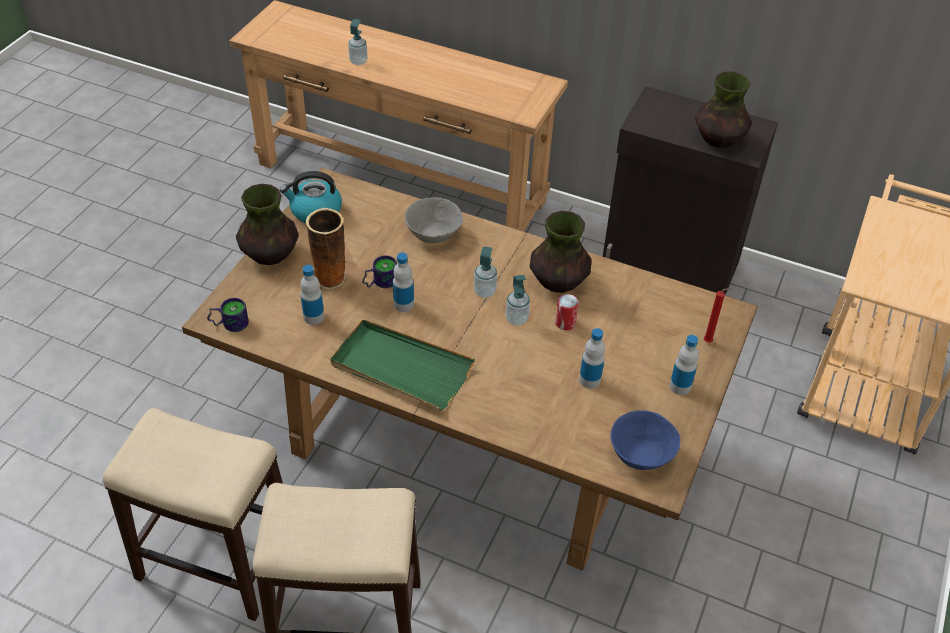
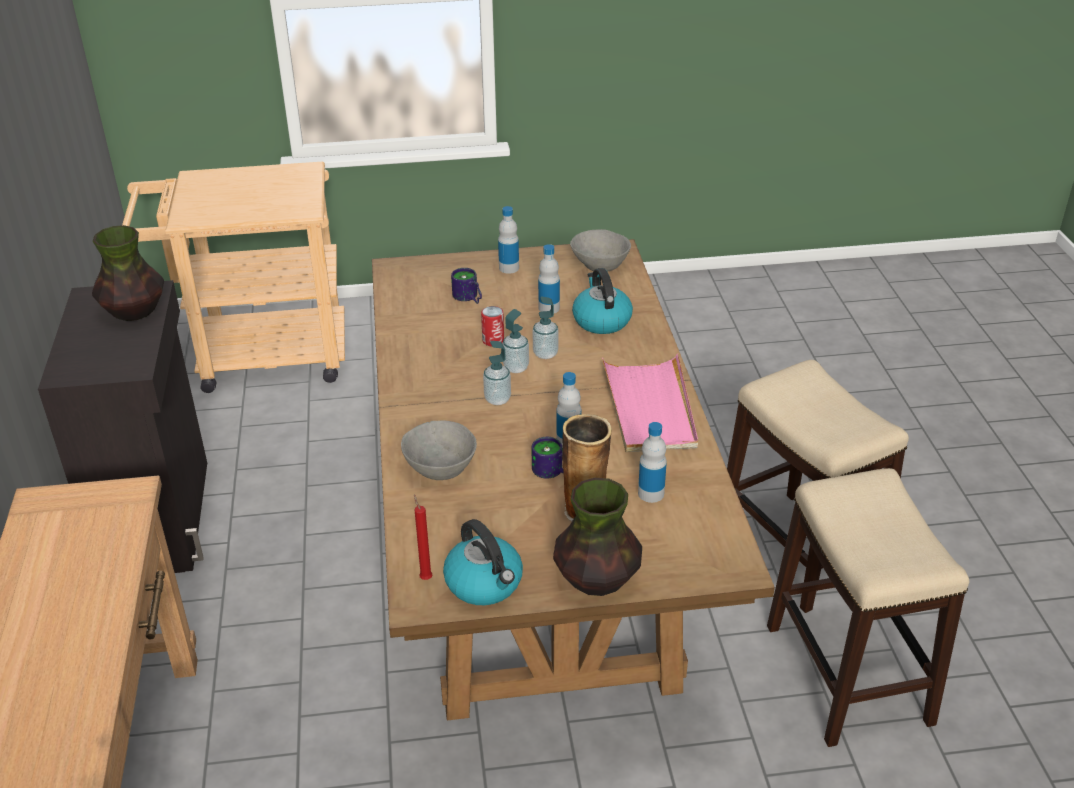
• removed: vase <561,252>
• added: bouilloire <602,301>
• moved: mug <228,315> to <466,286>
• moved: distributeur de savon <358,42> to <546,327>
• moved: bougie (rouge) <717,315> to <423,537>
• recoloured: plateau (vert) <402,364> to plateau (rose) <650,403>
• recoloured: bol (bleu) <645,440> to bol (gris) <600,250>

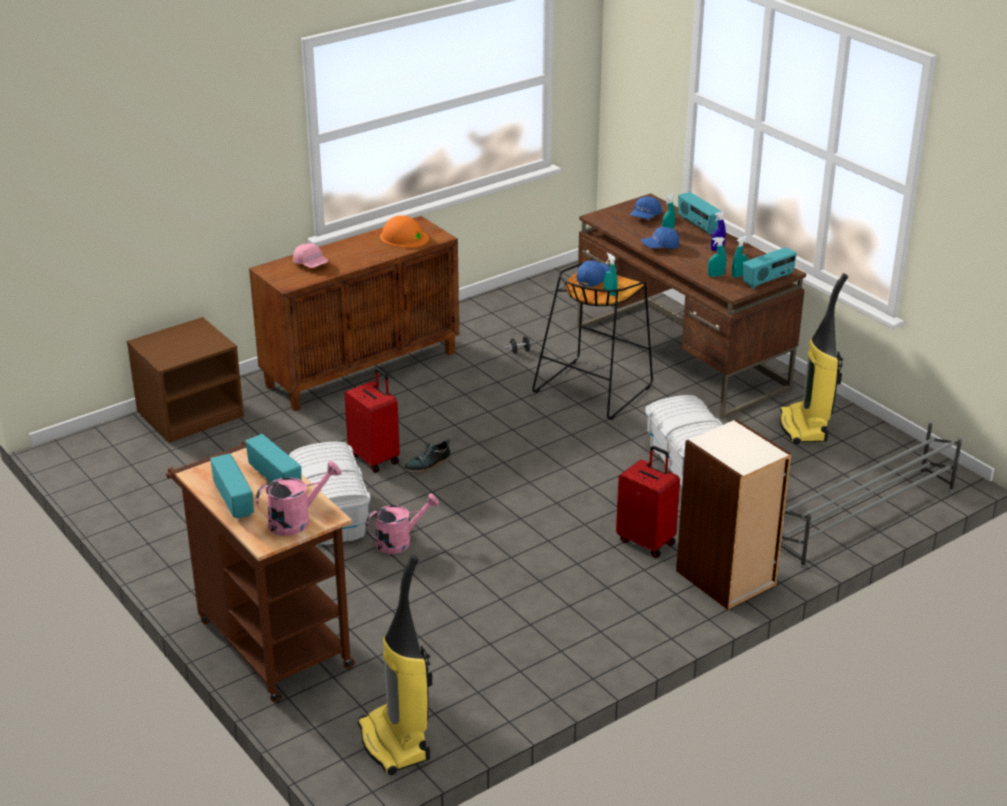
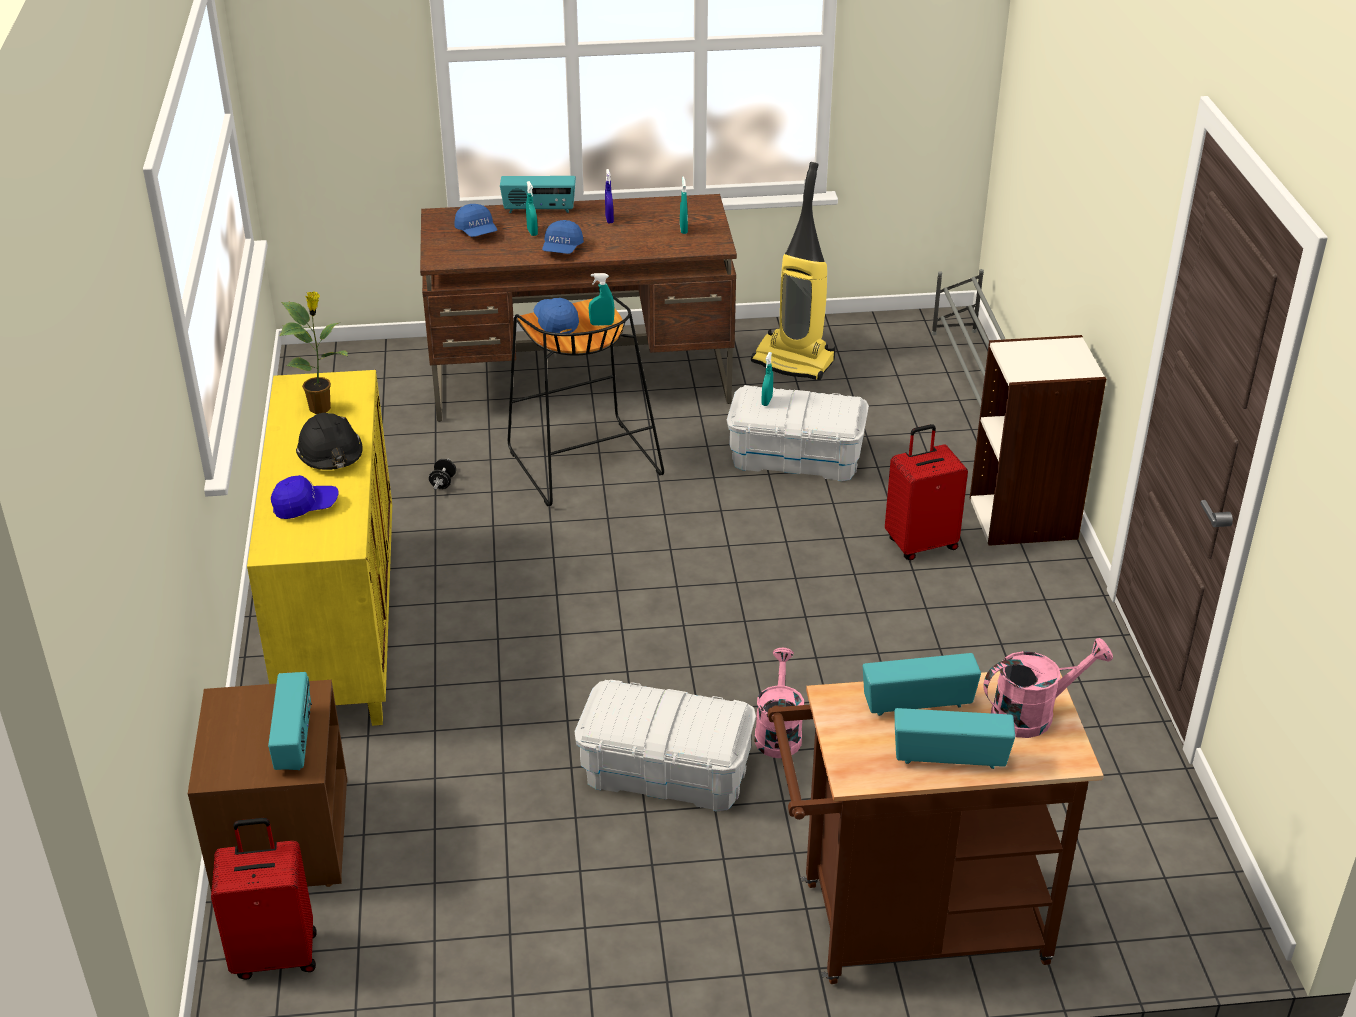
• removed: aspirateur <395,665>
• removed: chaussure <427,456>
• added: casque de chantier (noir) <329,441>
• moved: valise (rouge) <372,420> to <264,899>
• moved: vaporisateur (turquoise) <717,257> to <767,379>
• moved: radio <770,268> to <290,721>
• replaced: casque de chantier (orange) <404,231> to plante en pot <314,353>
• recoloured: meuble de rangement (marron) <354,313> to meuble de rangement (jaune) <319,548>
• recoloured: casquette (rose) <311,255> to casquette (bleu) <304,497>
• turned: arrosoir (rose) <299,498> = <1048,688> 75 degrees clockwise

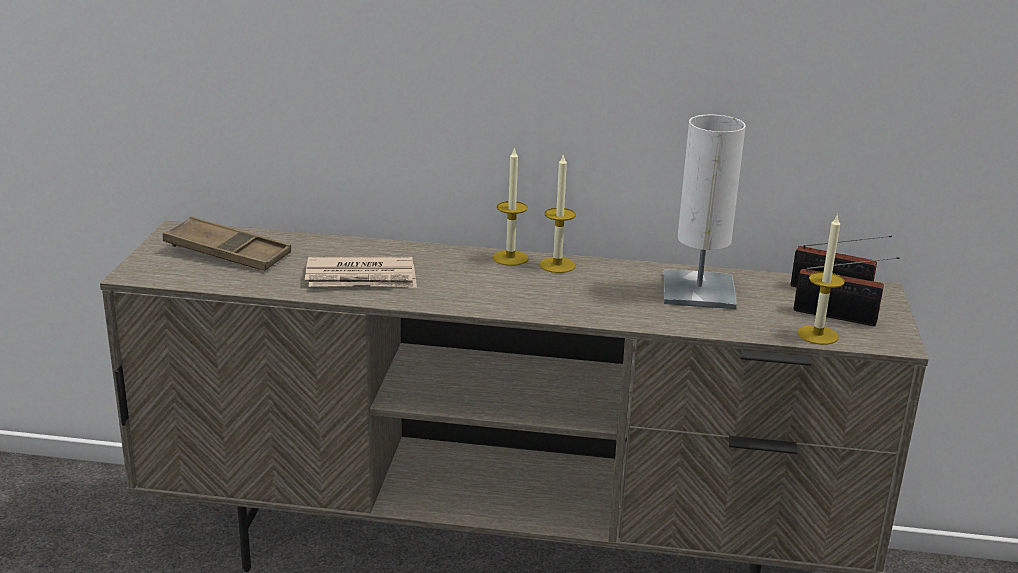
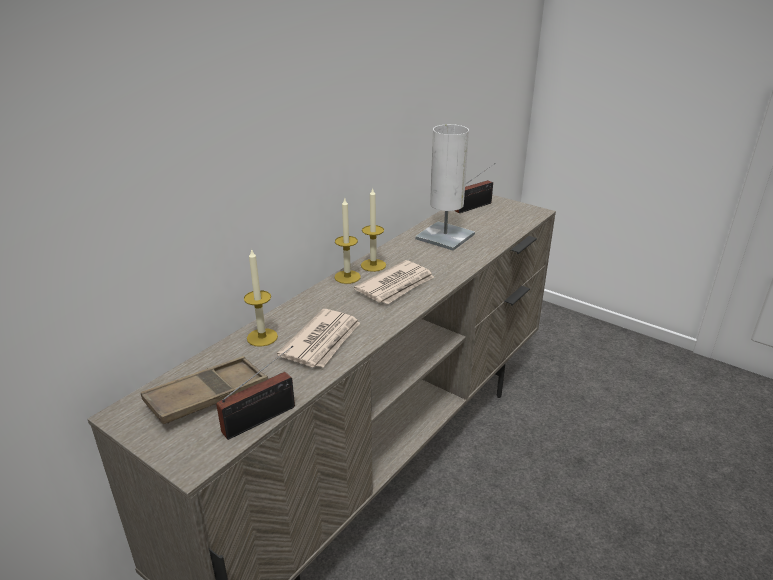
• added: journal <394,282>
• moved: radio <846,291> to <255,392>
• moved: bougie <821,279> to <261,297>

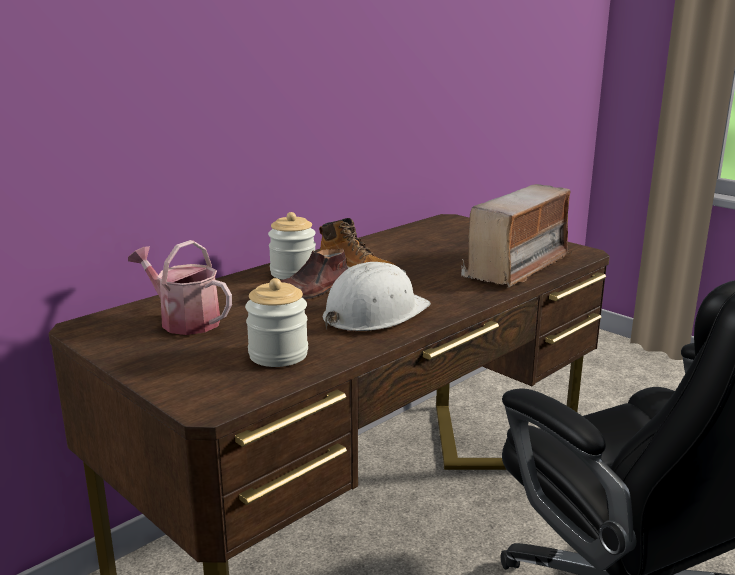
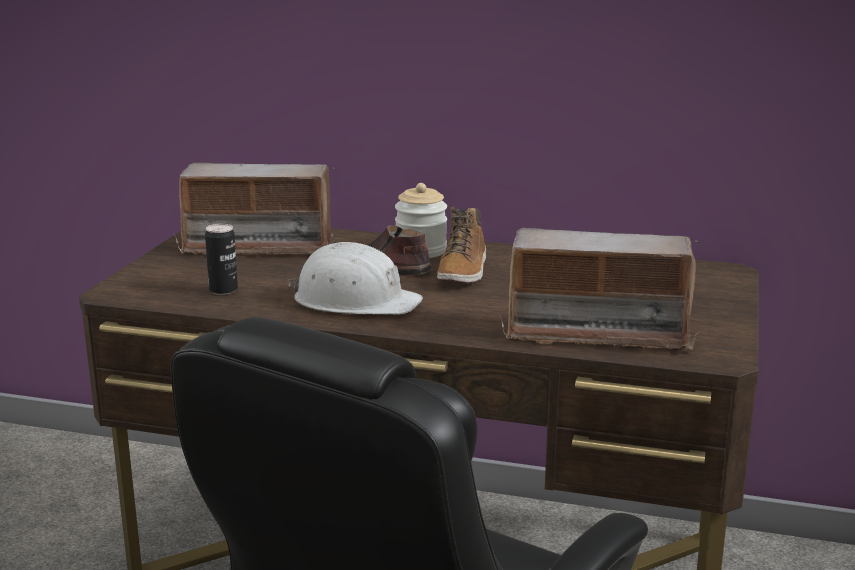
• replaced: arrosoir <180,287> to radio <255,209>
• replaced: bocal <276,322> to boîte métallique <221,259>

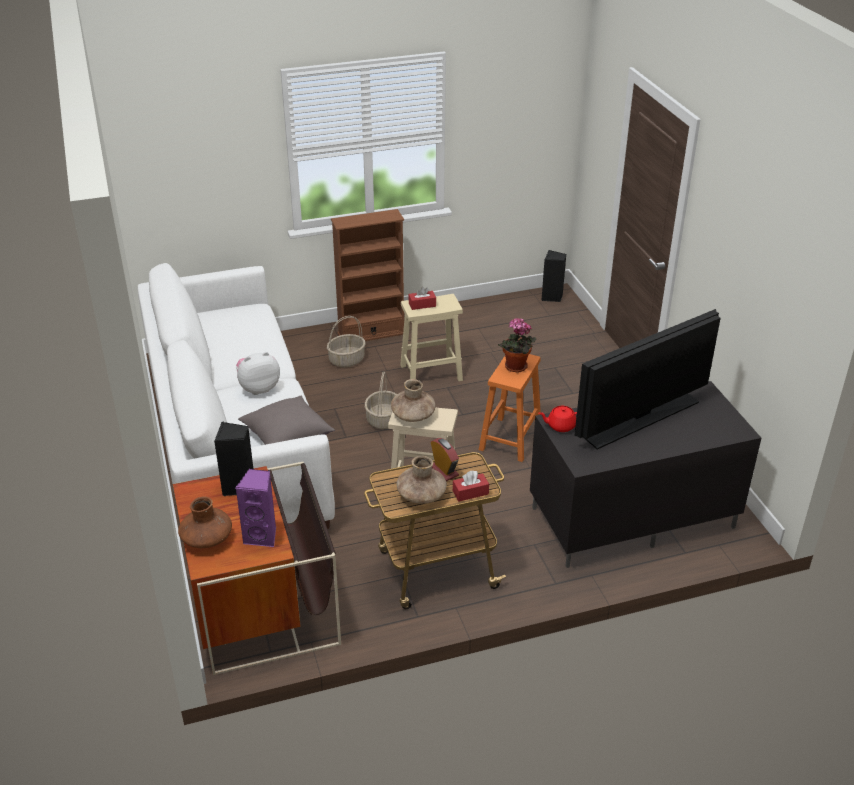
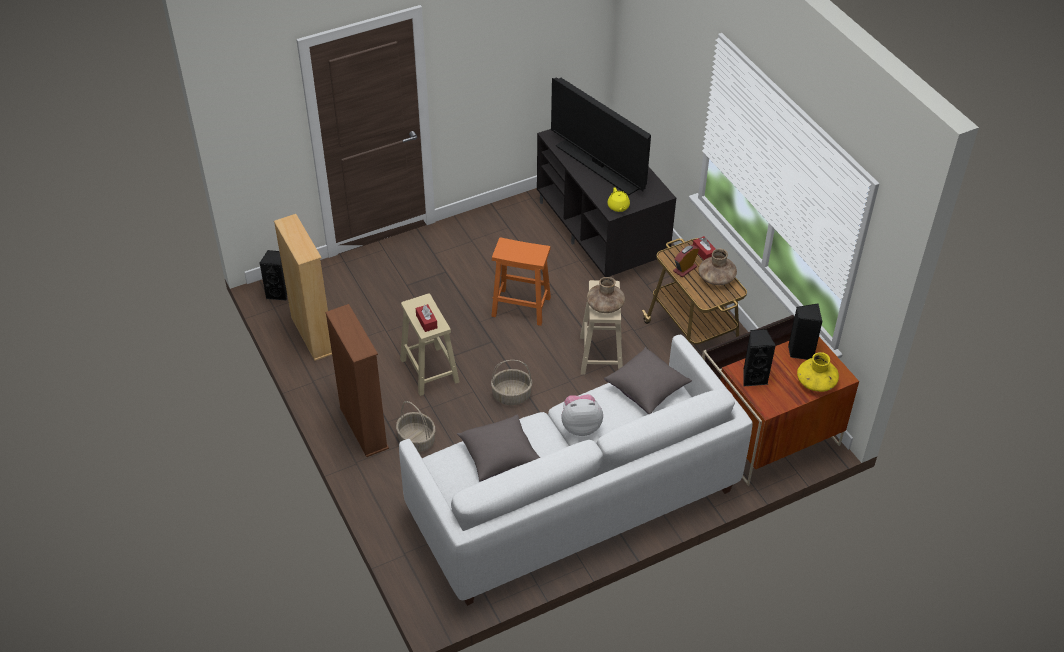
• removed: plante en pot <517,345>
• added: bibliothèque (beige) <303,287>
• added: coussin (gris) <498,447>
• recoloured: vase (marron) <205,522> to vase (jaune) <818,372>
• recoloured: enceinte (violet) <255,508> to enceinte (noir) <805,331>
• recoloured: théière (rouge) <558,419> to théière (jaune) <618,199>
• turned: peluche <258,373> = <582,415> 120 degrees clockwise

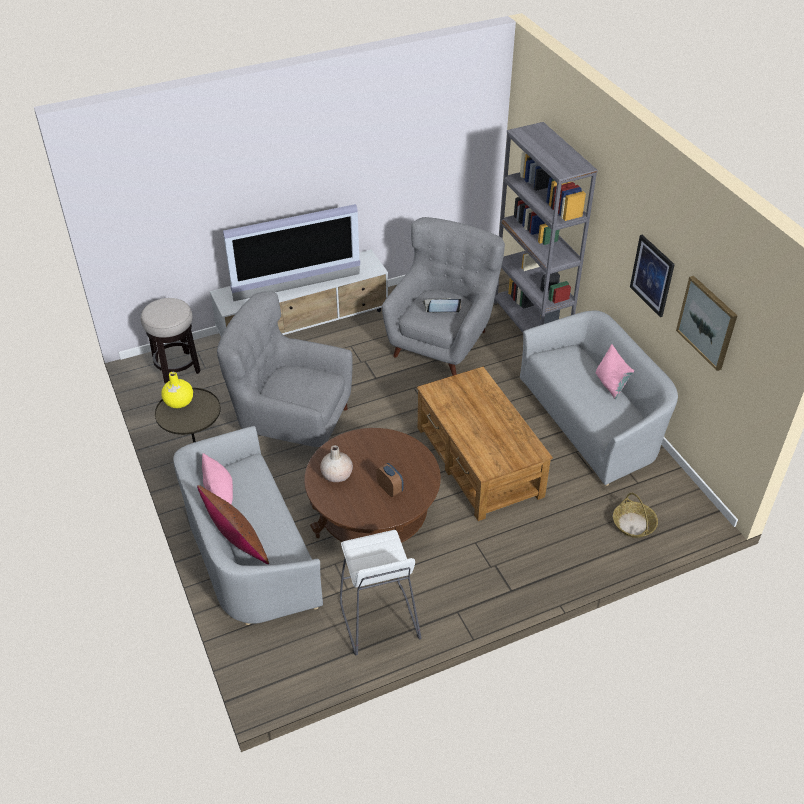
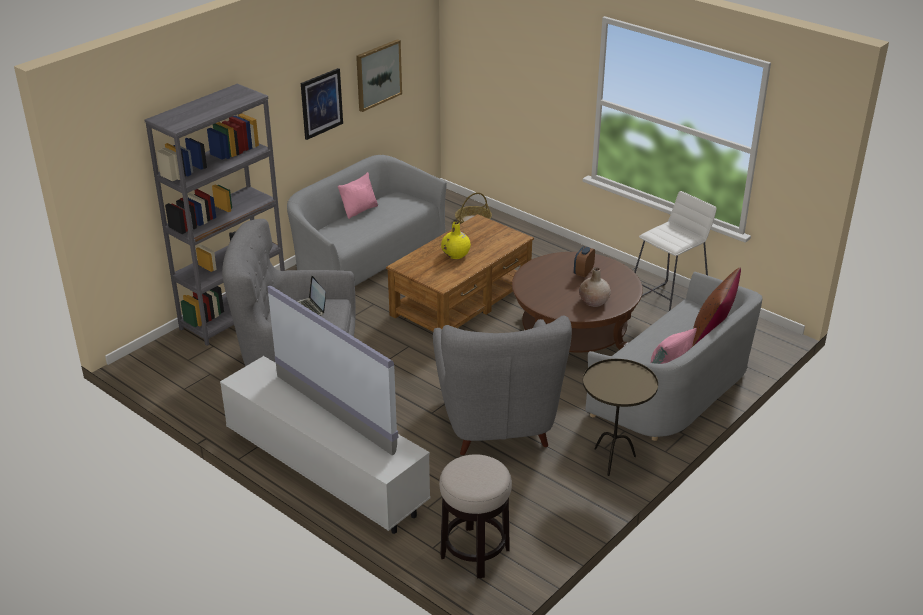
• moved: vase (jaune) <177,390> to <456,240>

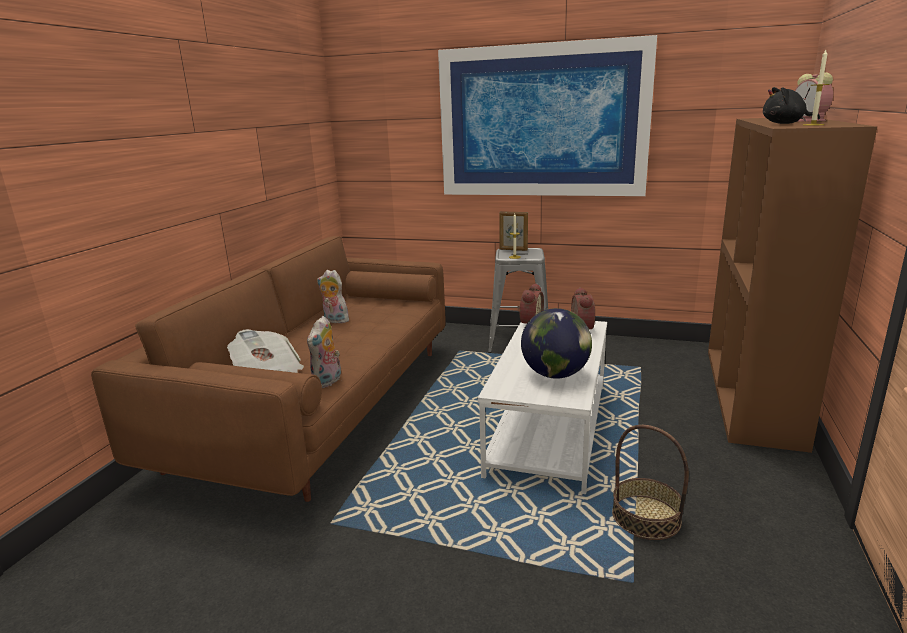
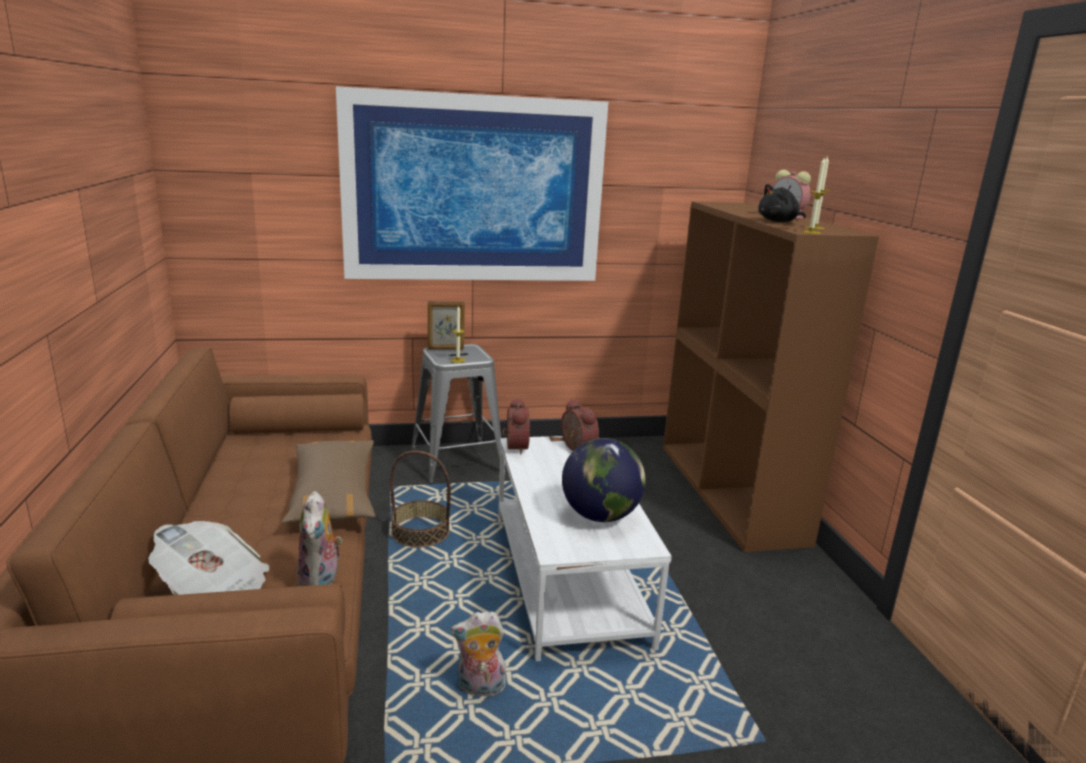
• added: coussin (marron) <329,481>
• added: bougie <814,196>
• moved: peluche <333,296> to <478,653>
• moved: panier <650,482> to <420,499>

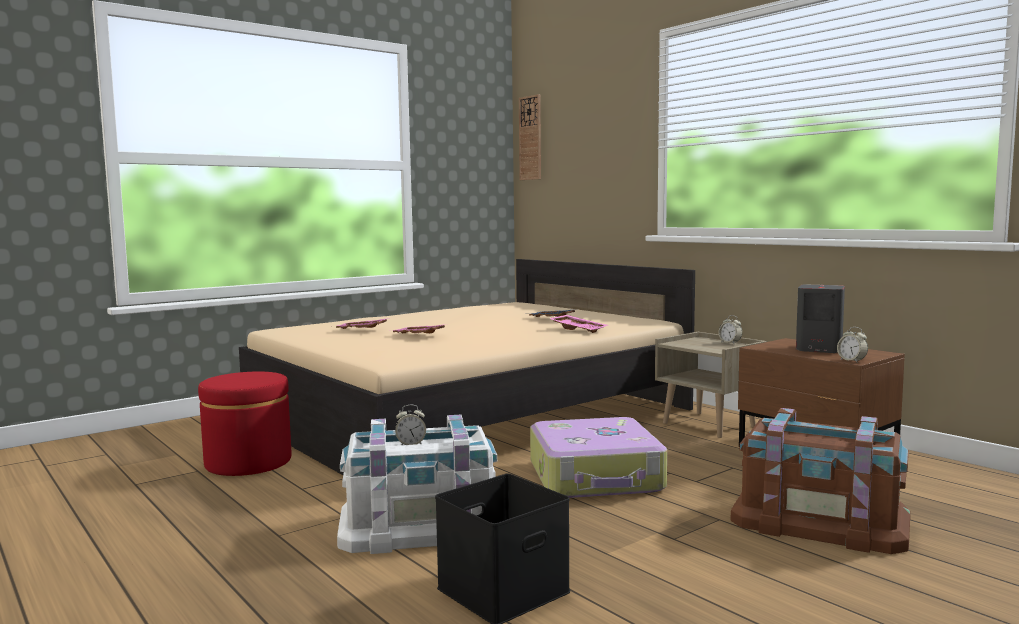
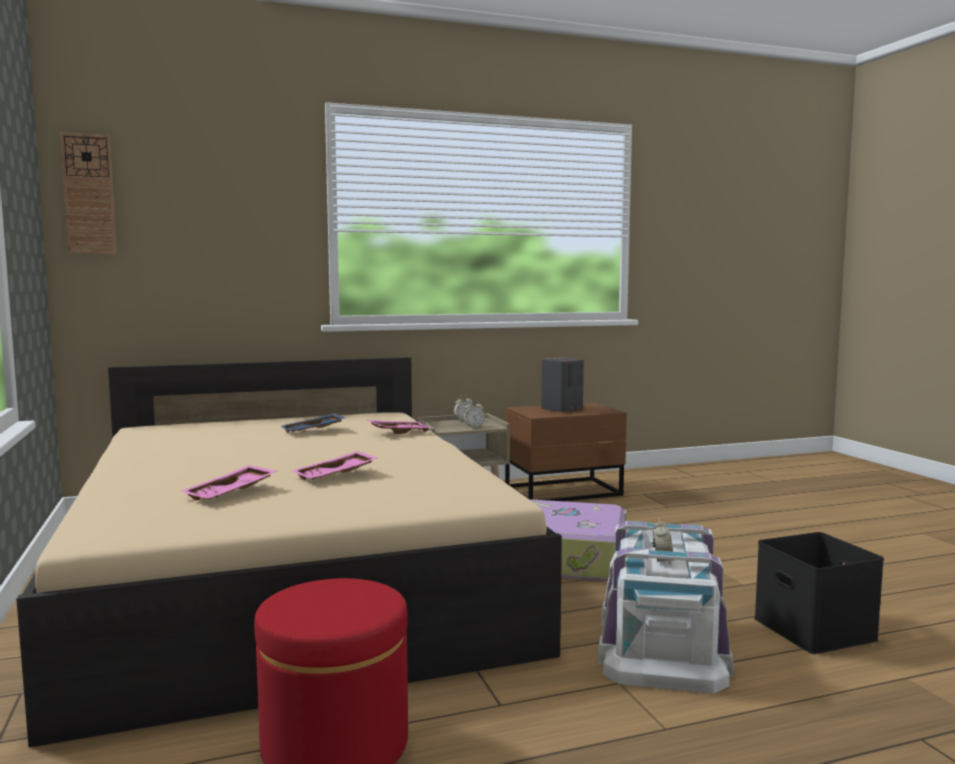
• removed: boîte de rangement (marron) <820,481>
• moved: réveil <852,345> to <474,414>

